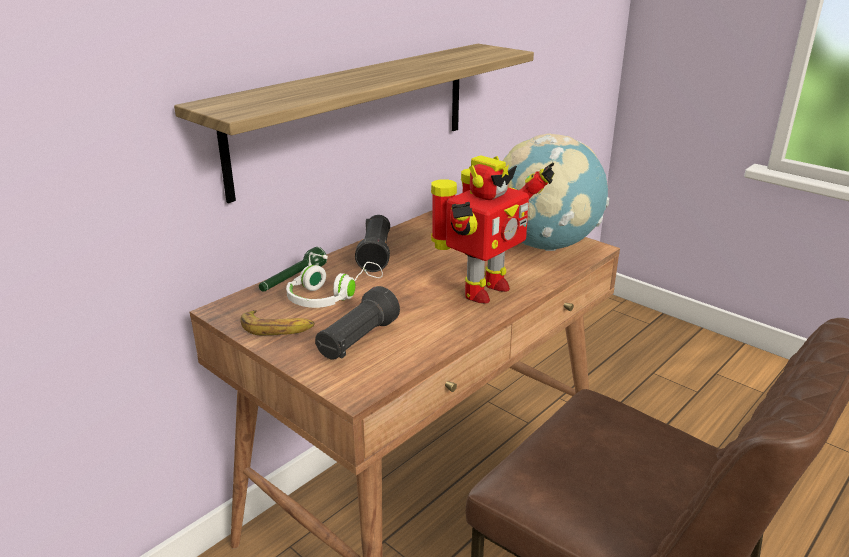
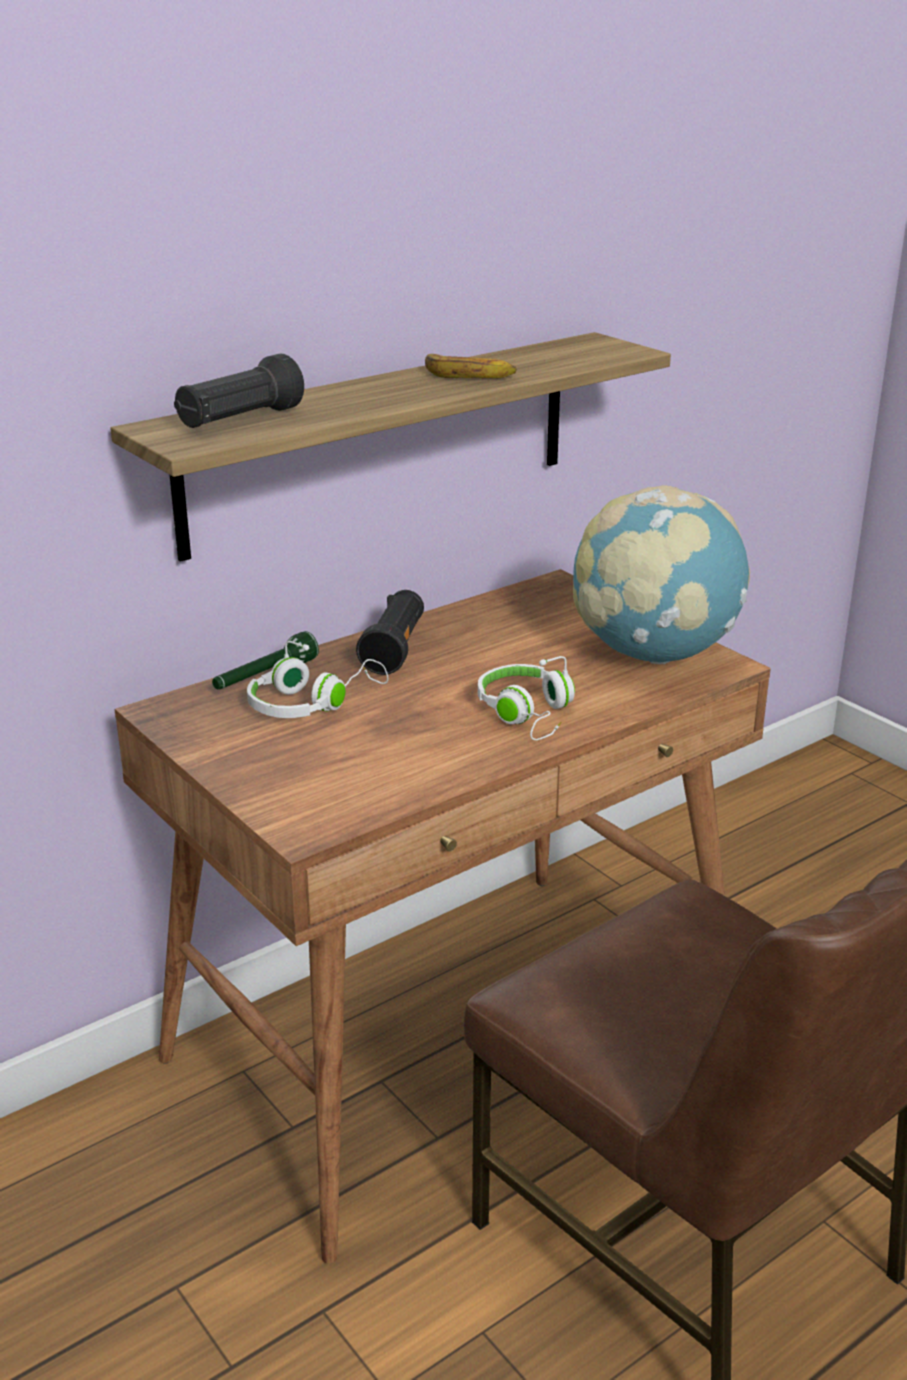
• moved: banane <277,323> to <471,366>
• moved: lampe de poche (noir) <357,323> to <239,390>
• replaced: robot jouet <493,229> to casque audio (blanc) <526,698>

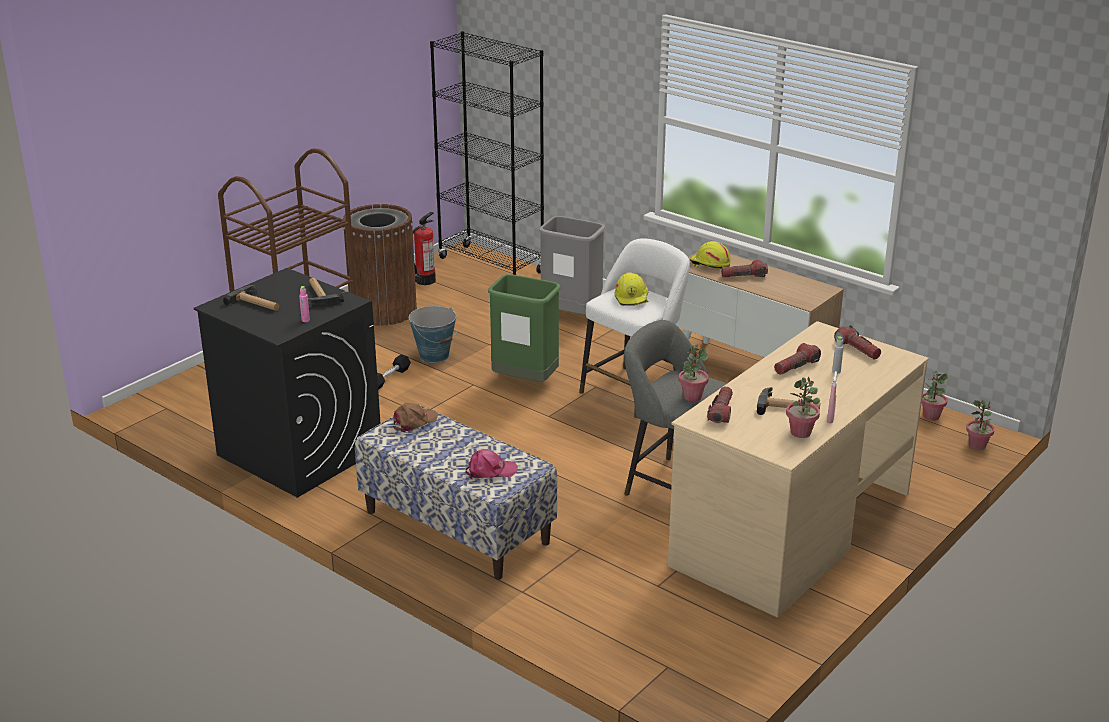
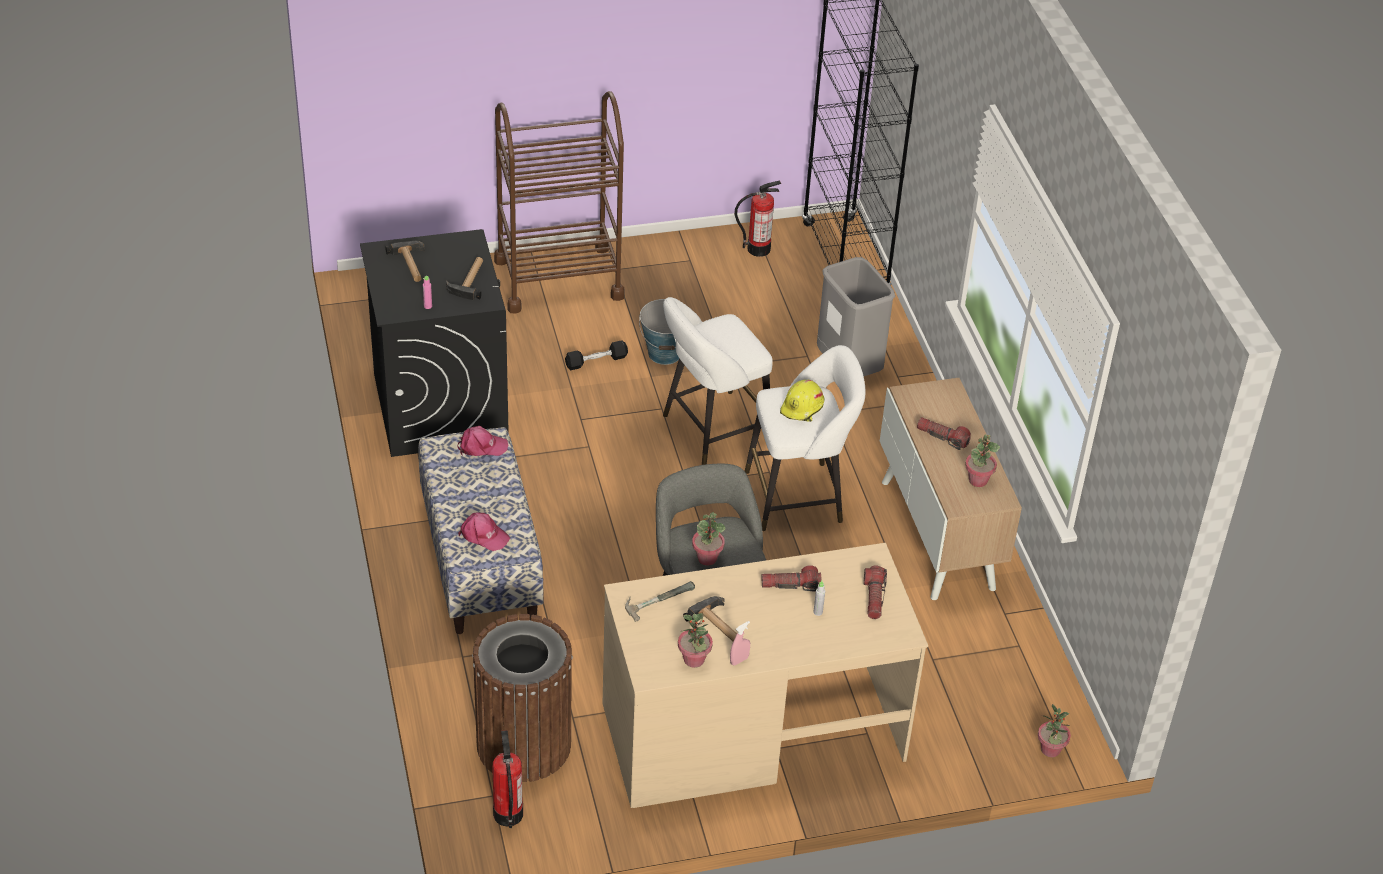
• removed: casque de chantier (jaune) <710,255>
• added: extincteur <507,779>
• moved: poubelle (marron) <380,265> to <522,698>
• moved: plante en pot <935,395> to <982,460>
• replaced: poubelle (vert) <524,328> to tabouret (blanc) <718,381>
• replaced: lampe de poche <720,404> to marteau <660,601>
• recoloured: casquette (marron) <416,418> to casquette (rose) <482,441>

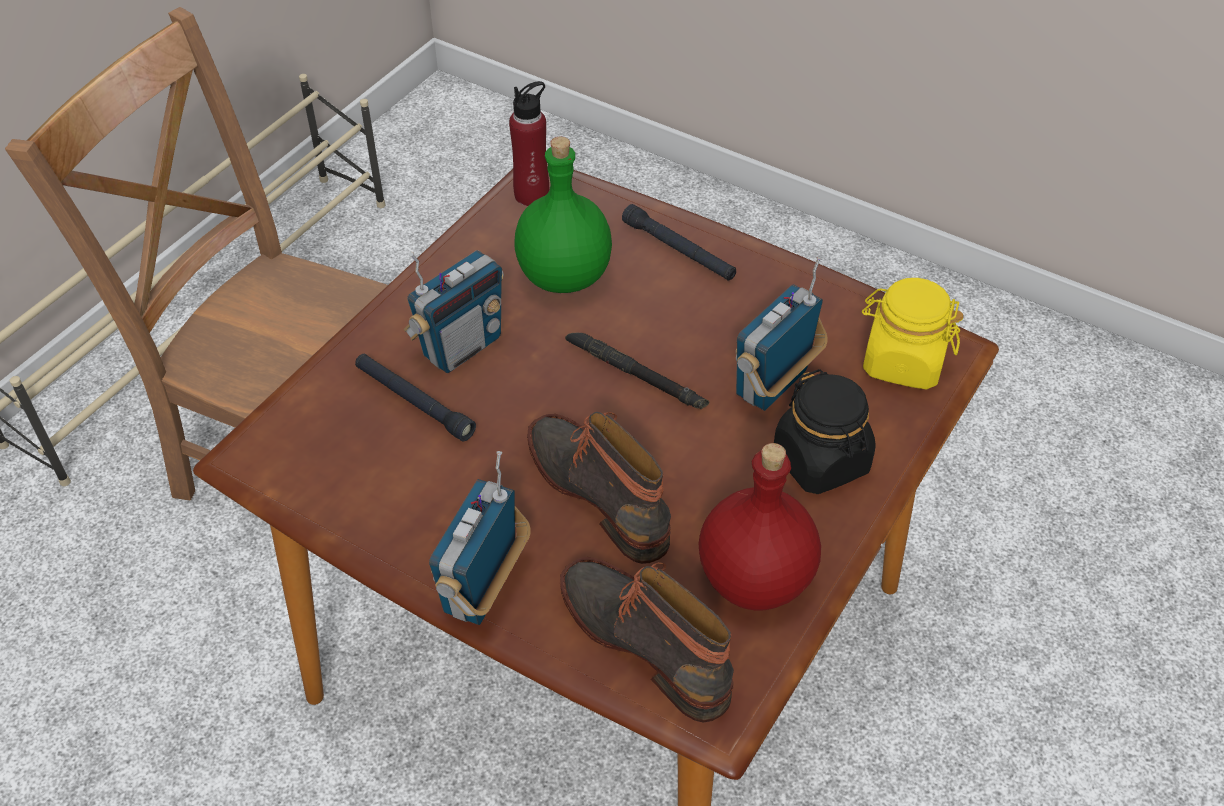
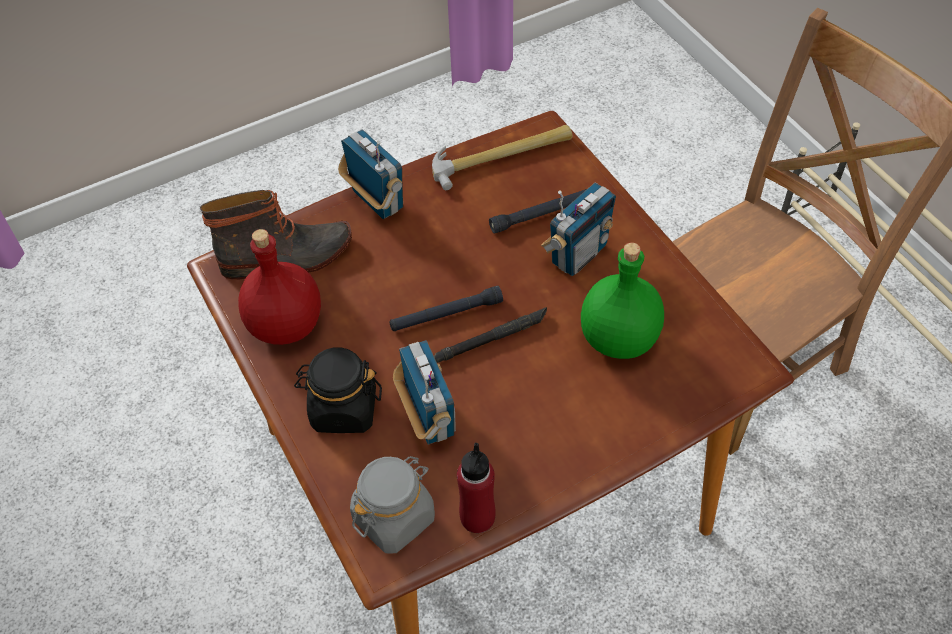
• removed: botte <599,488>
• added: marteau <502,157>
• moved: bouteille (rouge) <529,143> to <476,488>
• moved: lampe de poche (noir) <679,242> to <446,308>
• recoloured: bocal (jaune) <912,334> to bocal (gris) <392,504>
• turned: radio <454,311> = <578,229> 120 degrees counterclockwise

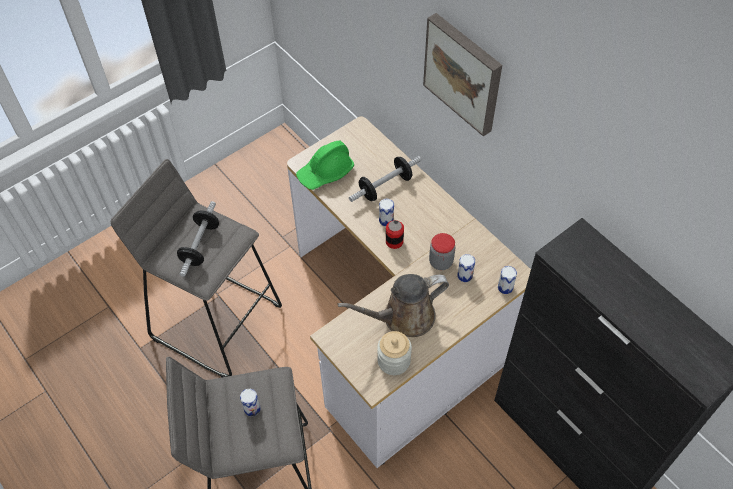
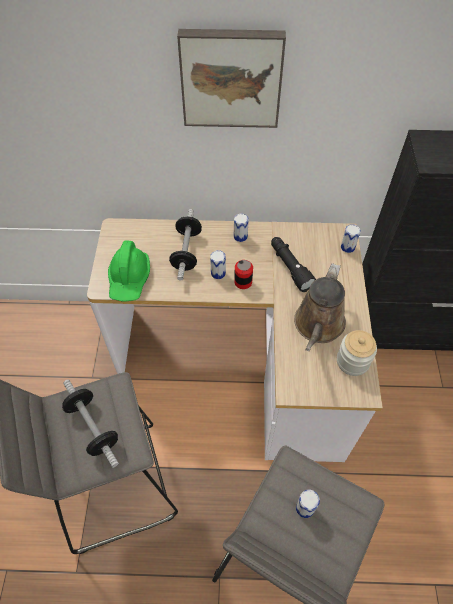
• moved: boîte métallique <466,268> to <241,228>
• replaced: bocal <442,251> to lampe de poche (noir) <293,264>

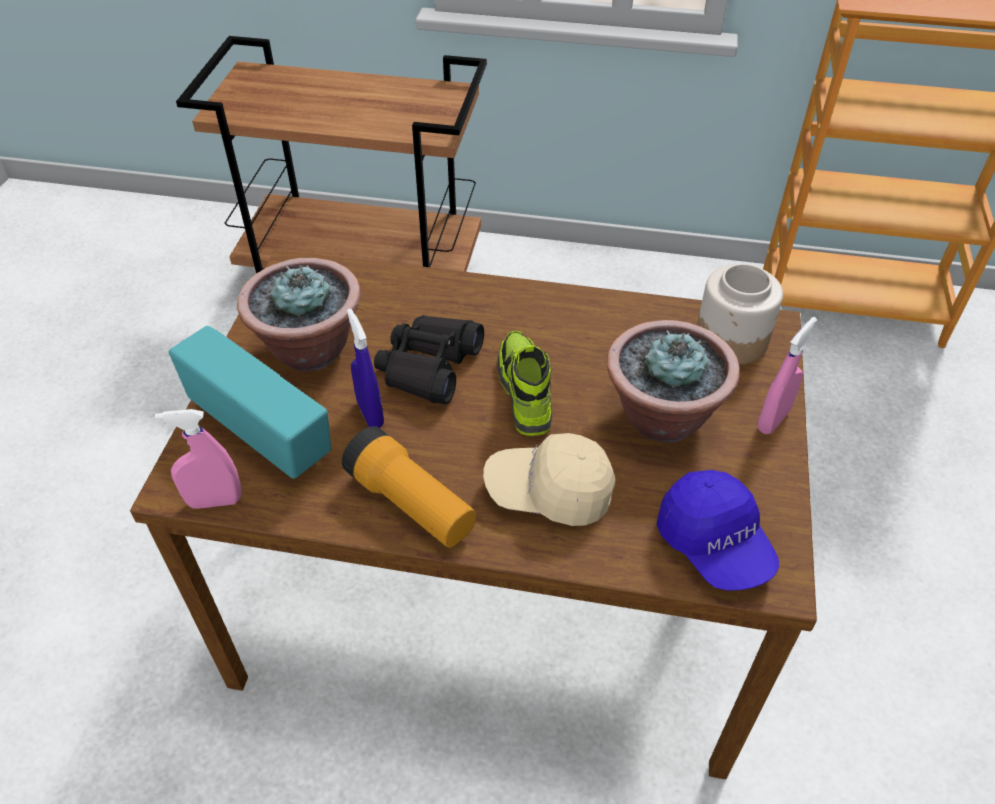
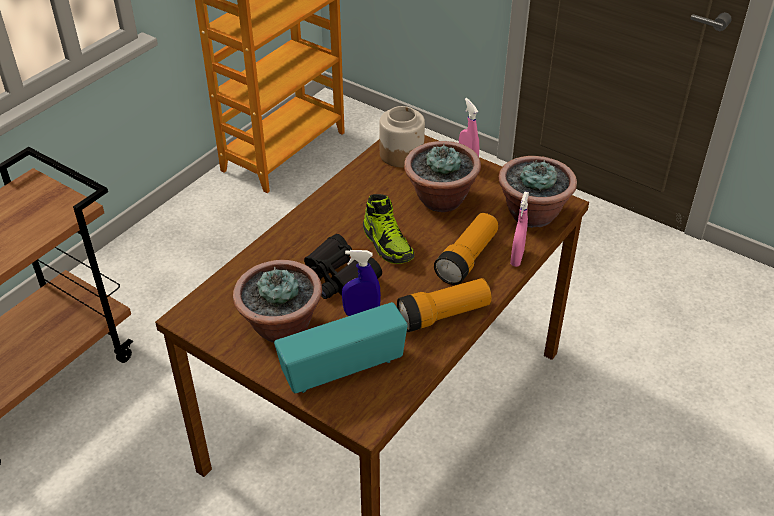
• moved: vaporisateur (rose) <198,459> to <519,229>
• replaced: casquette (beige) <549,479> to lampe de poche <466,249>
• replaced: casquette (bleu) <718,530> to plante en pot <537,192>
• turned: chaussure <524,383> = <388,229> 135 degrees counterclockwise

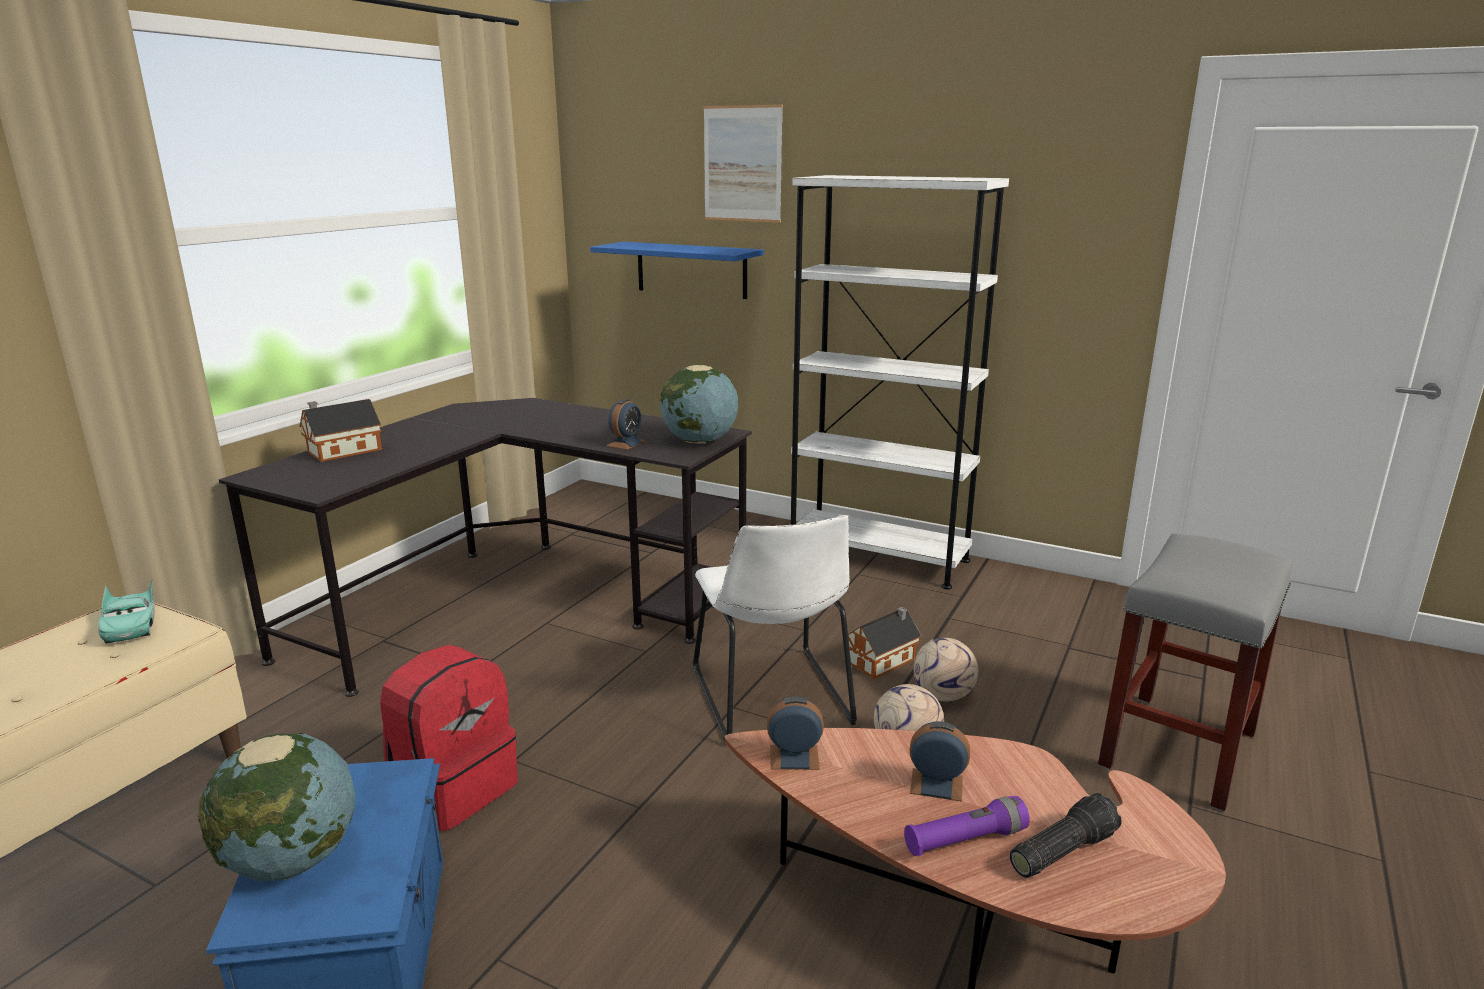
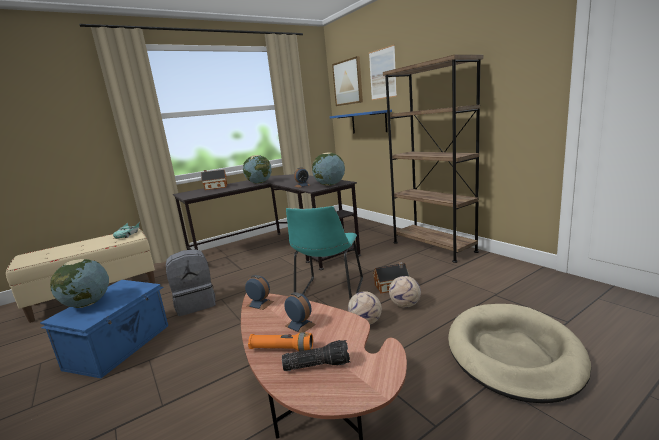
• added: globe <257,169>
• added: tableau <347,81>
• replaced: tabouret (gris) <1195,673> to panier pour chien (beige) <519,354>
• recoloured: sac à dos (rouge) <449,738> to sac à dos (gris) <191,282>
• recoloured: chaise (blanc) <775,628> to chaise (turquoise) <324,252>
• recoloured: bibliothèque (blanc) <900,382> to bibliothèque (marron) <433,159>
• recoloured: lampe de poche (violet) <967,826> to lampe de poche (orange) <280,341>

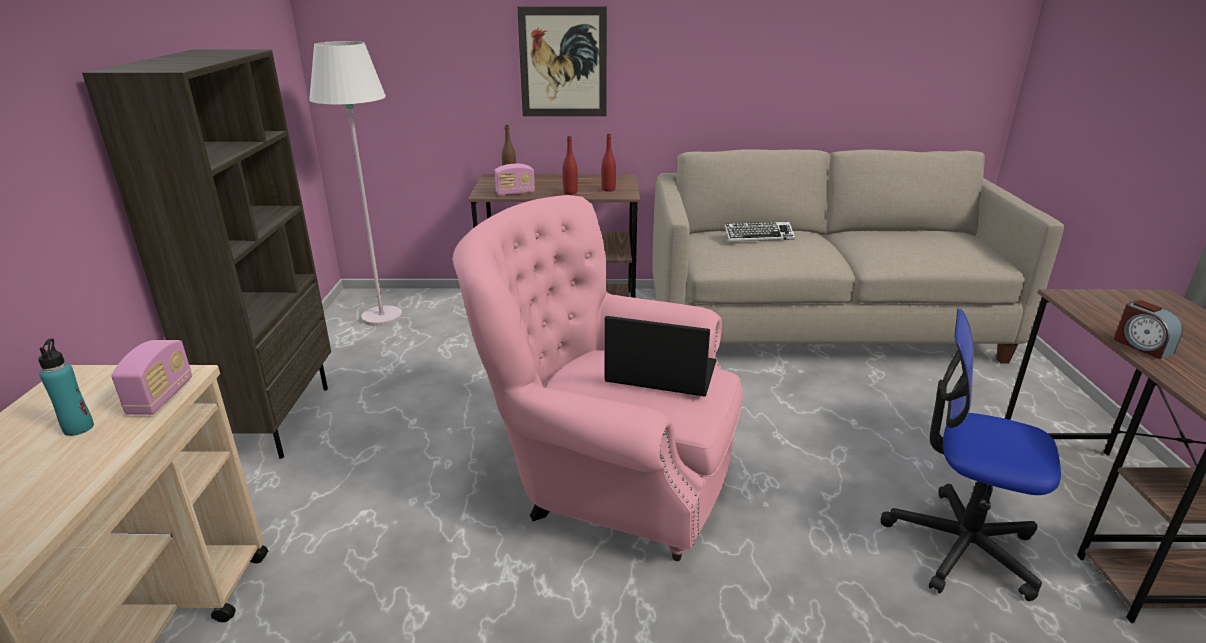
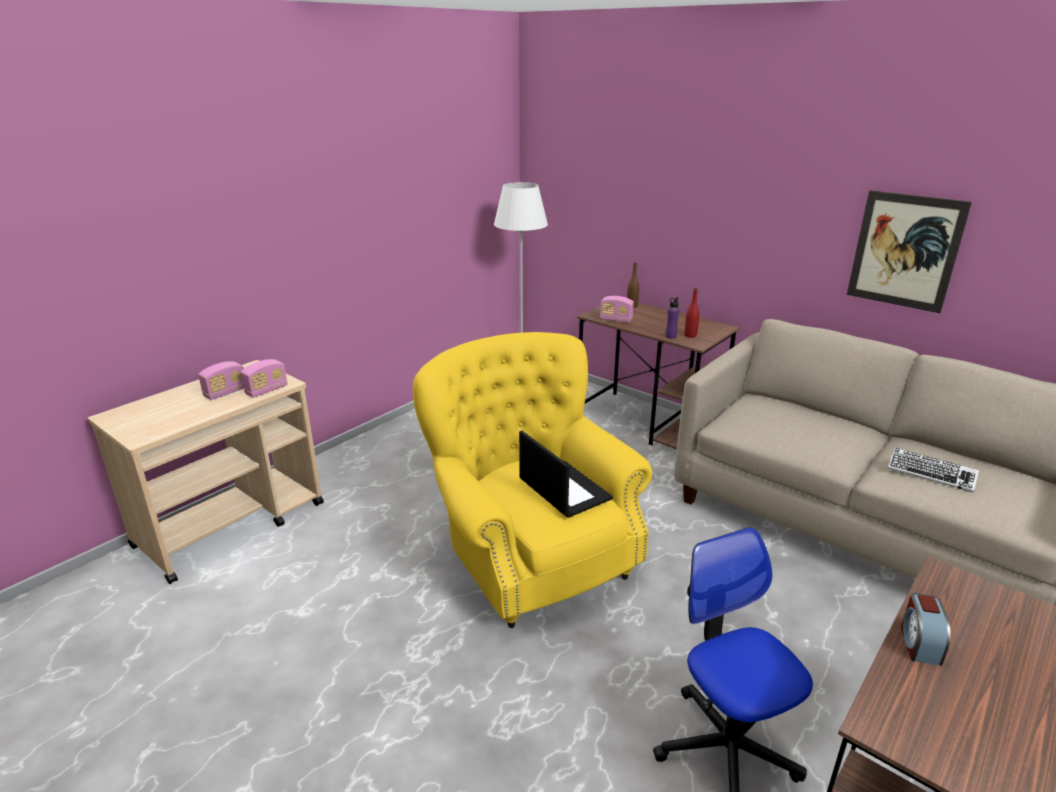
• removed: bibliothèque (marron) <206,254>
• removed: bouteille (rouge) <570,165>
• added: bouteille (violet) <672,318>
• moved: tableau <562,61> to <909,251>
• moved: clavier <759,232> to <933,470>
• replaced: bouteille (turquoise) <66,387> to radio <221,380>
• recoloured: fauteuil (rose) <598,378> to fauteuil (jaune) <532,480>

